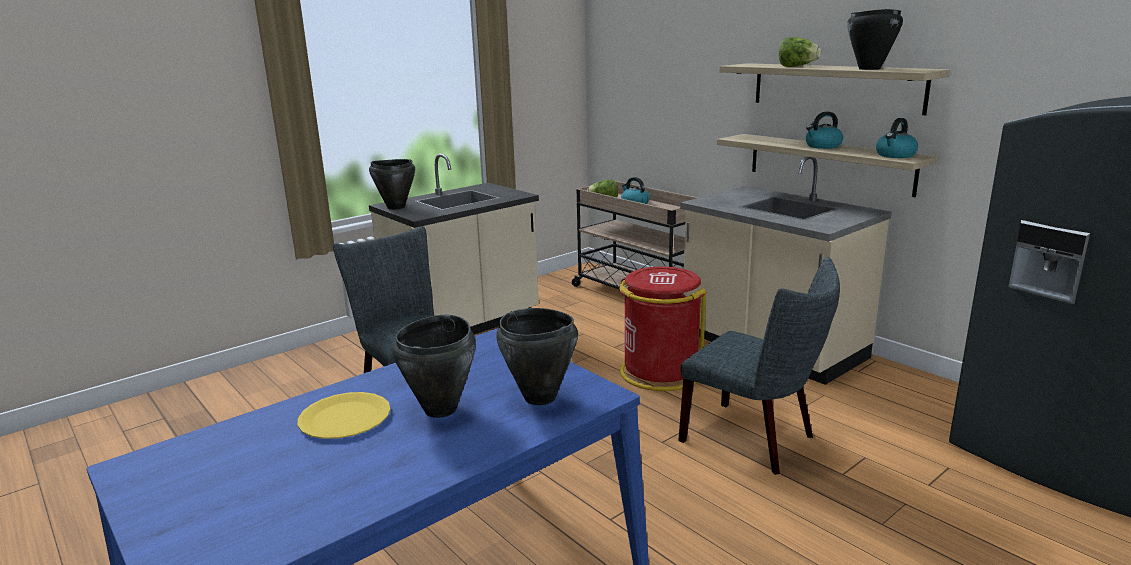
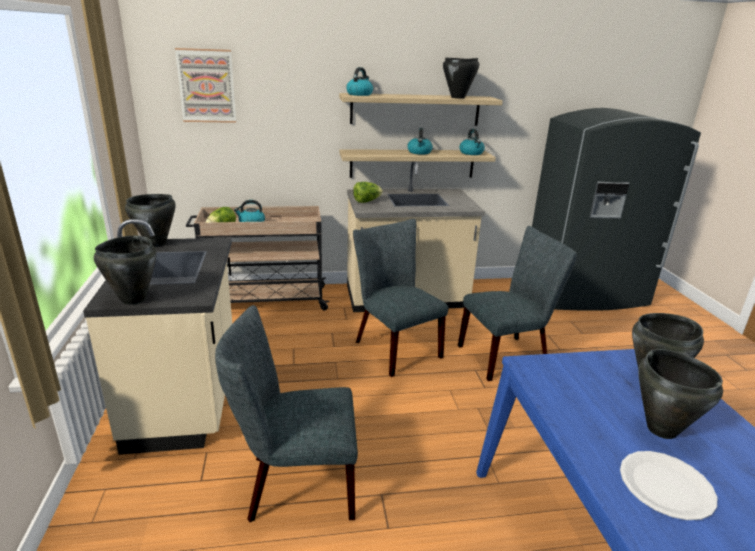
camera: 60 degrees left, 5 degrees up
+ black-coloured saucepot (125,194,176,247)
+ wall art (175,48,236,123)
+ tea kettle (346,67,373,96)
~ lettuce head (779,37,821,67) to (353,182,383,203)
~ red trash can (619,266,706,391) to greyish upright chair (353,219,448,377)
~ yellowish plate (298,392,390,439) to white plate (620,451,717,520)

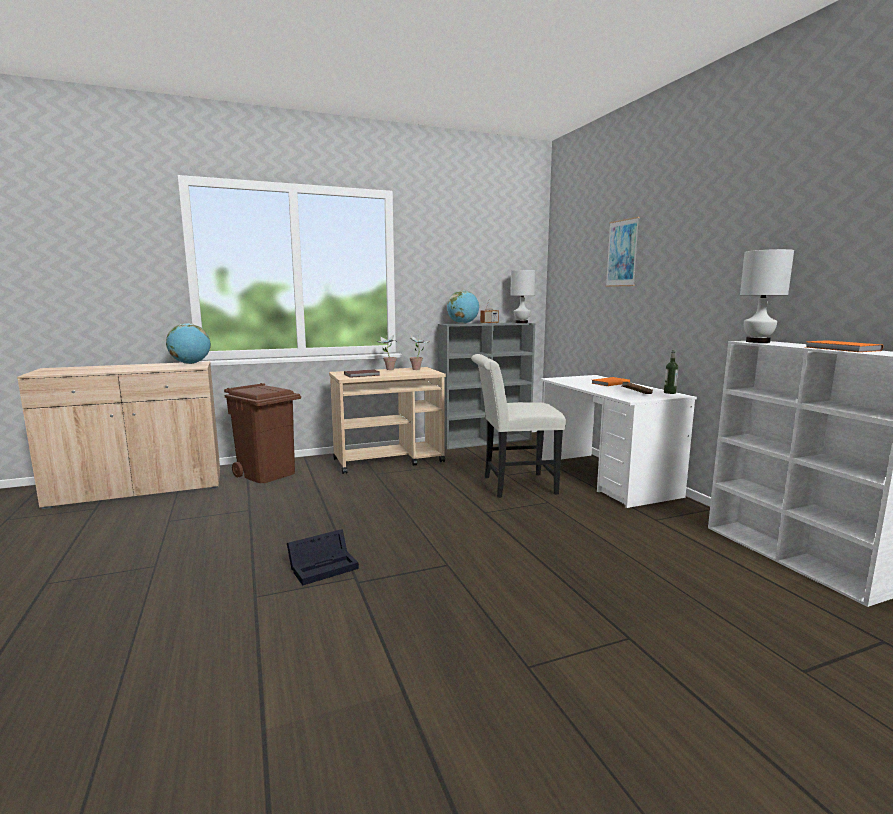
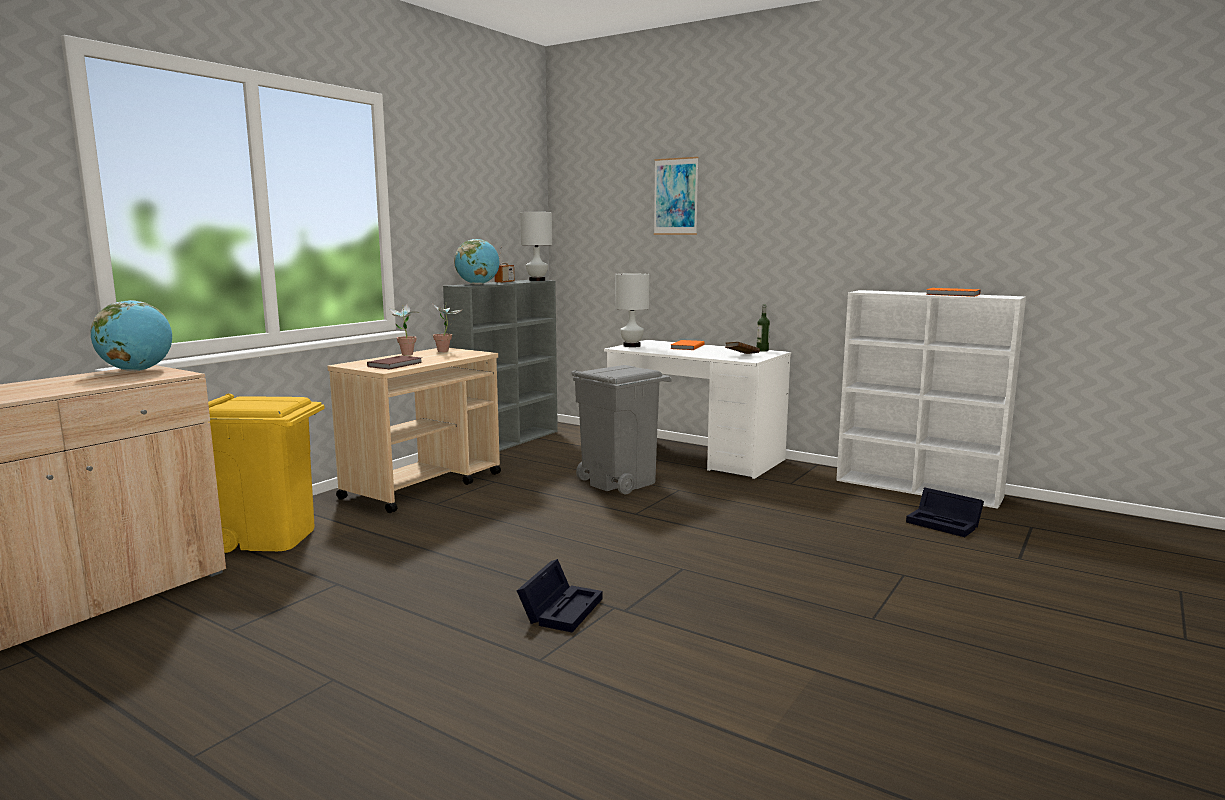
camera: 35 degrees left, 0 degrees up
+ black-coloured storage box (906,487,984,537)
~ white table lamp (740,249,794,343) to (615,273,650,347)
~ white upright chair (471,354,566,498) to greyish trash can (571,365,672,494)
~ brown trash can (224,383,301,483) to yellowish trash can (208,394,325,553)

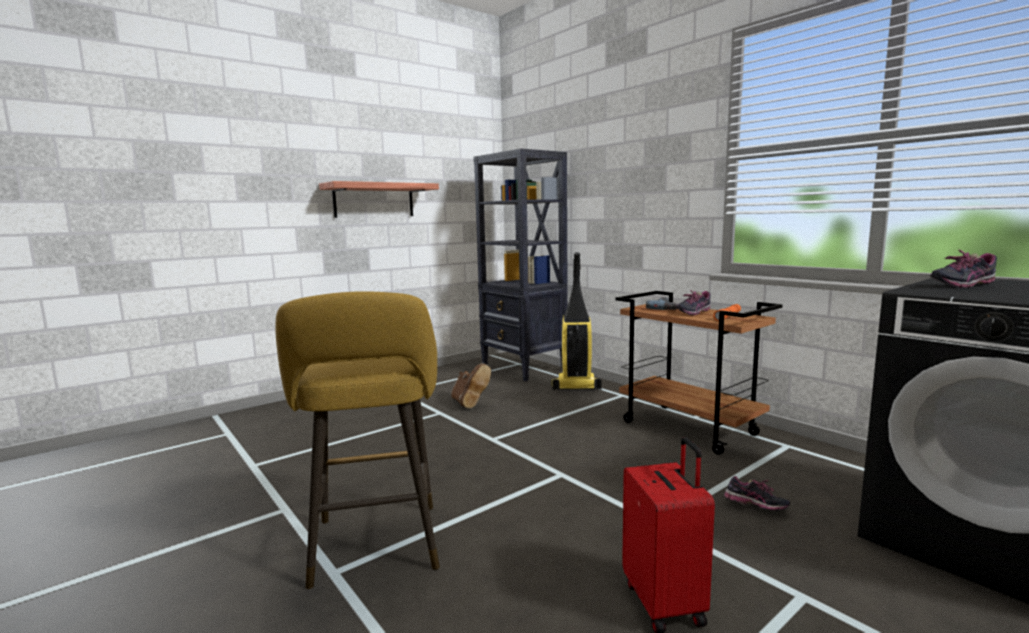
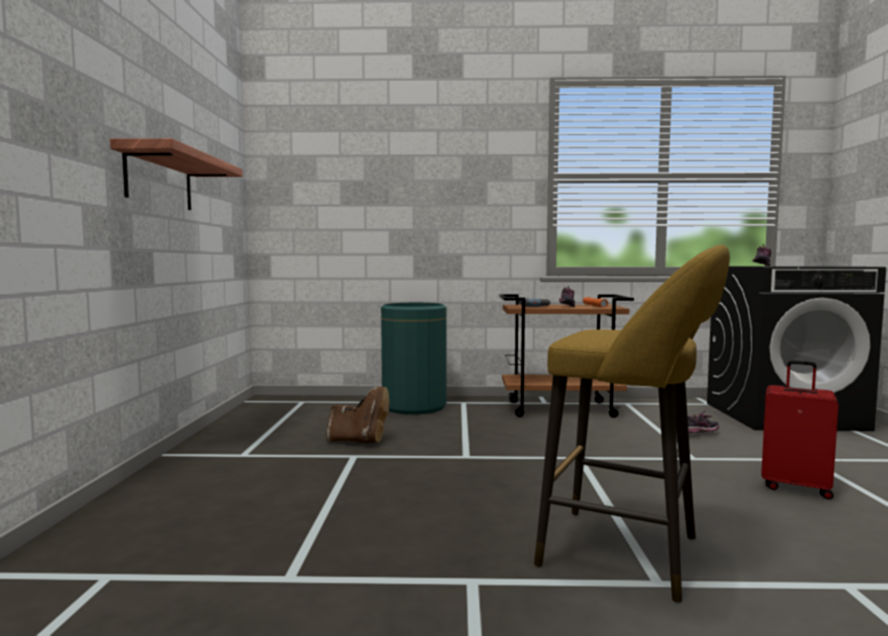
camera: 50 degrees left, 5 degrees down
- black-coloured bookshelf (473,148,568,381)
~ vacuum cleaner (551,252,602,390) to green trash can (381,303,447,414)

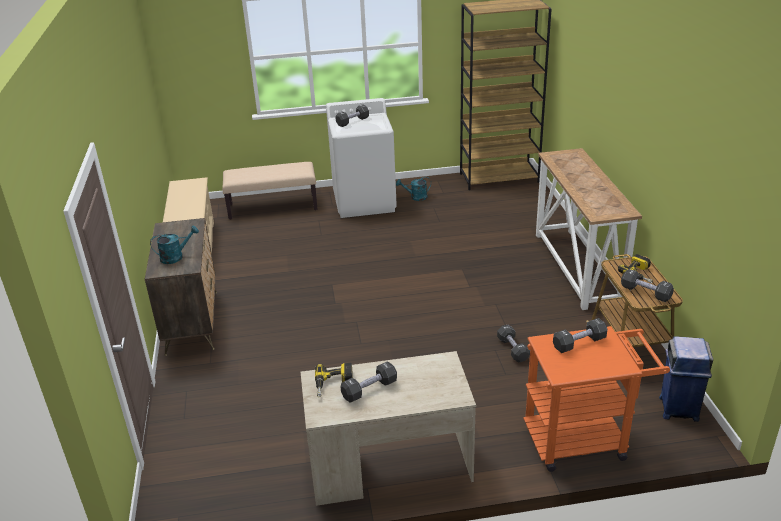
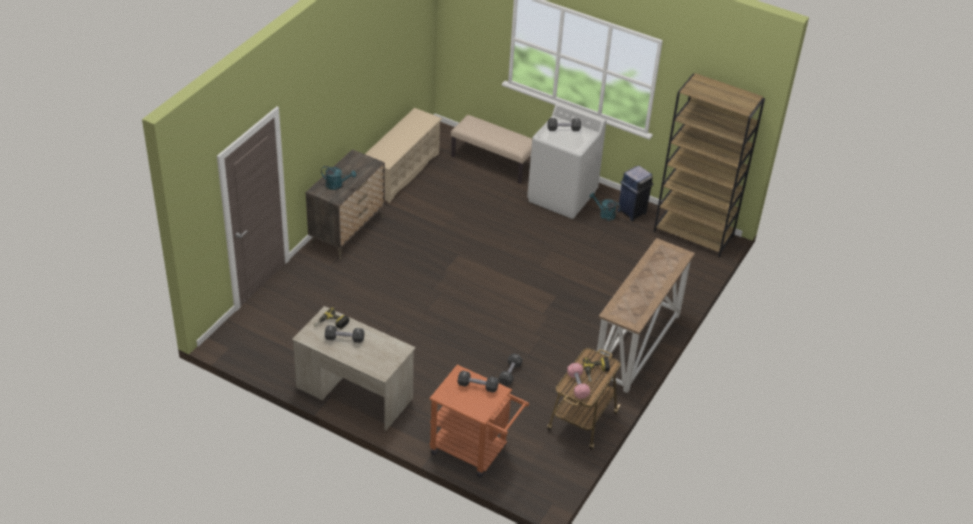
camera: 35 degrees right, 10 degrees up
~ blue-coloured trash can (659,336,713,422) to (617,166,653,221)
~ black-coloured free weight (621,269,674,302) to pinkish free weight (567,363,590,399)

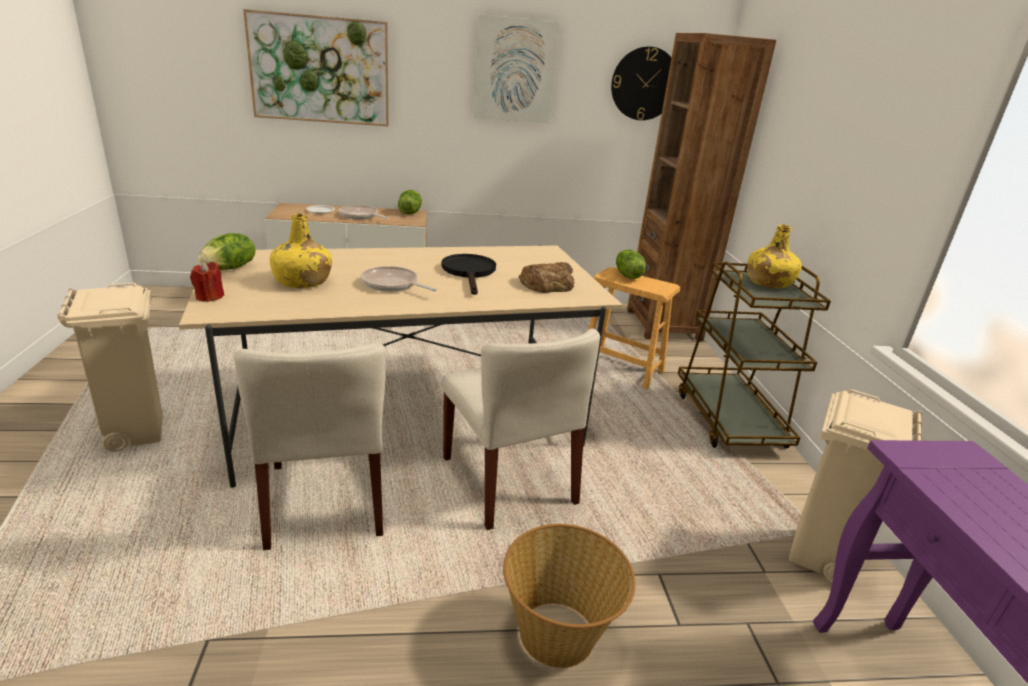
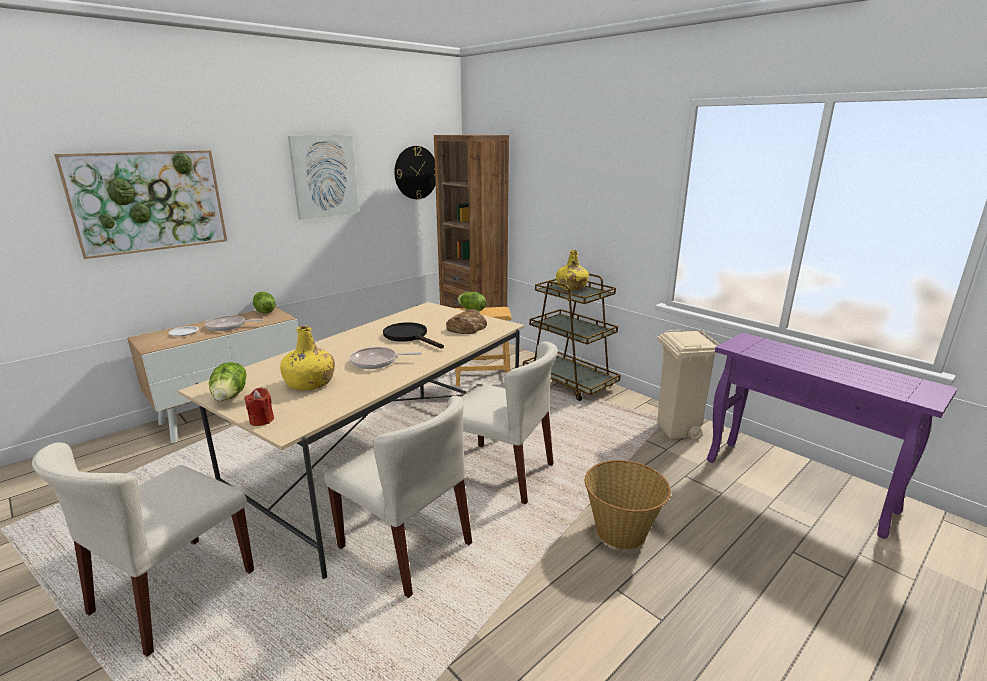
camera: 35 degrees left, 5 degrees down
~ beige-coloured trash can (57,283,163,452) to beige-coloured upright chair (32,443,254,657)

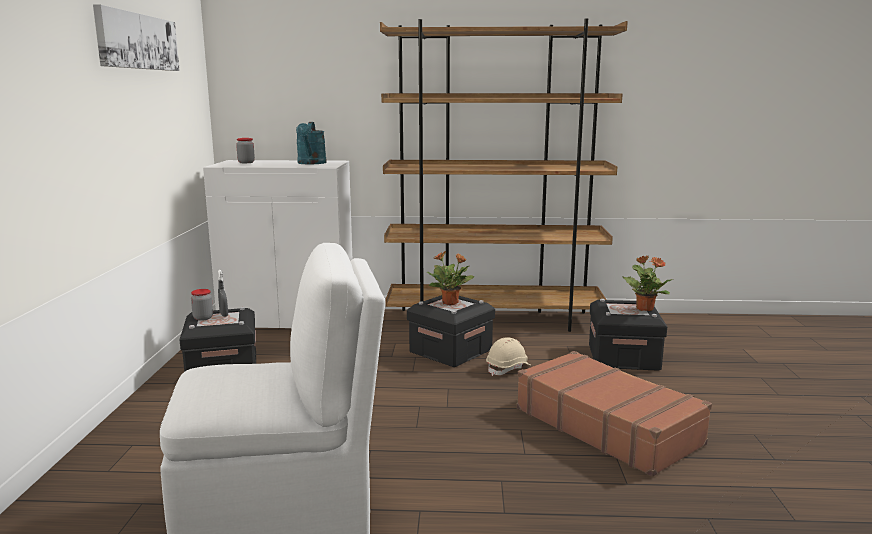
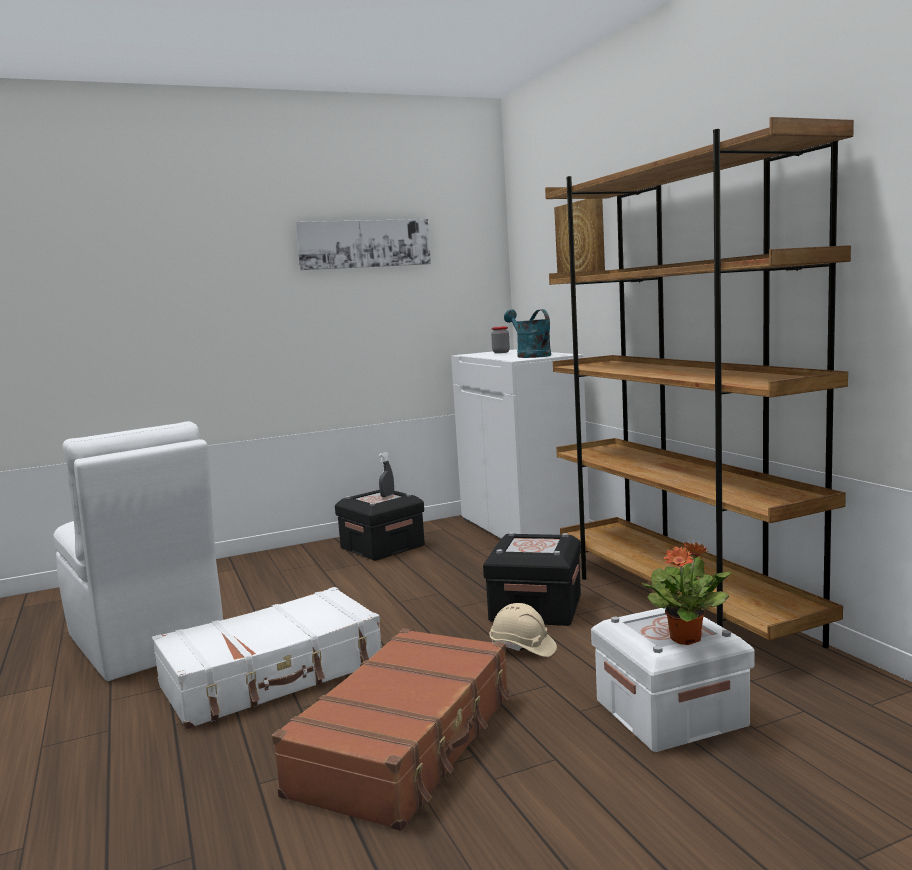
camera: 65 degrees right, 5 degrees down
- jar (191,289,213,321)
- plant in a pot (427,251,475,305)
+ white travel case (152,587,382,729)
+ wall art (554,198,605,273)
~ black-coloured storage box (589,299,667,371) to white storage box (591,608,754,752)
~ turquoise-coloured sprinkling can (296,122,327,164) = (504,309,551,358) 90 degrees clockwise

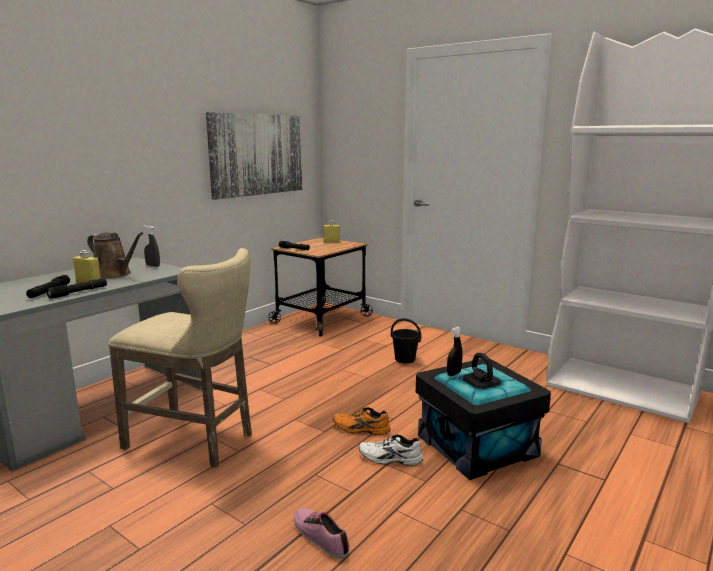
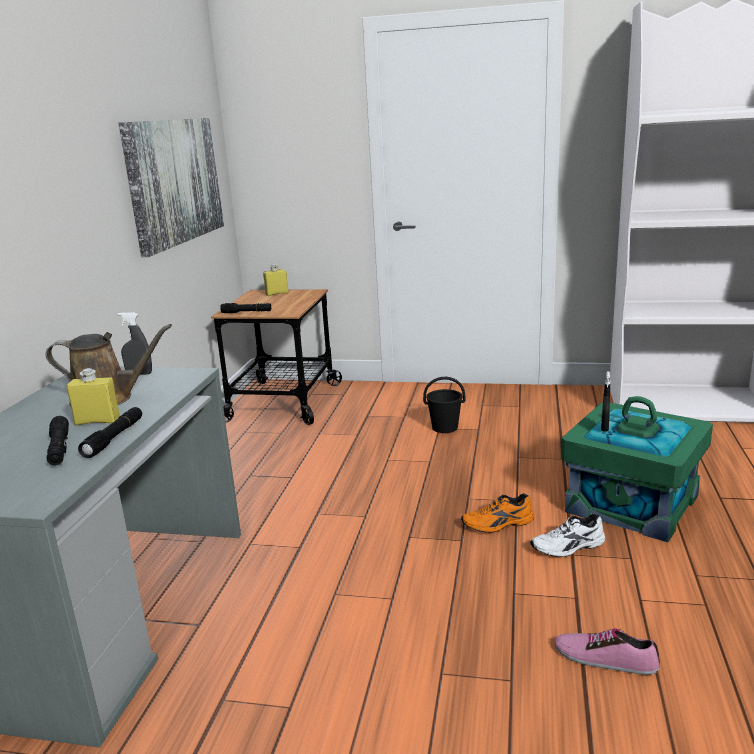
camera: 25 degrees left, 5 degrees up
- beige-coloured stool seat (108,248,252,468)
~ black-coloured storage box (416,353,551,480) to green storage box (561,396,713,542)

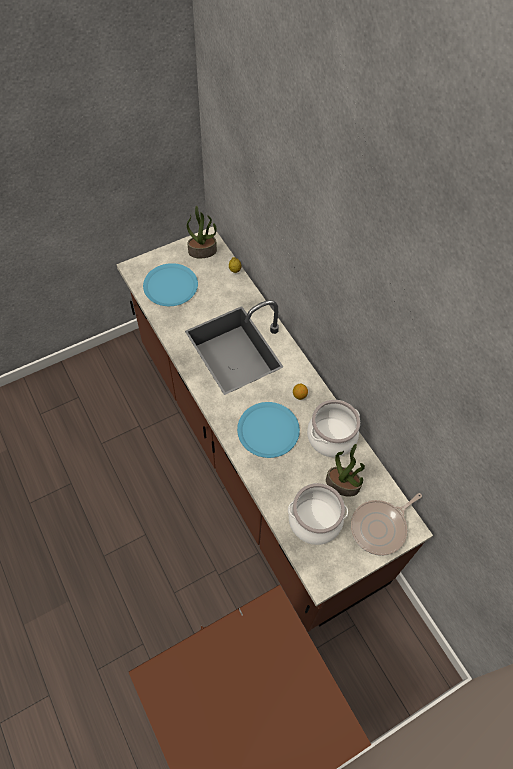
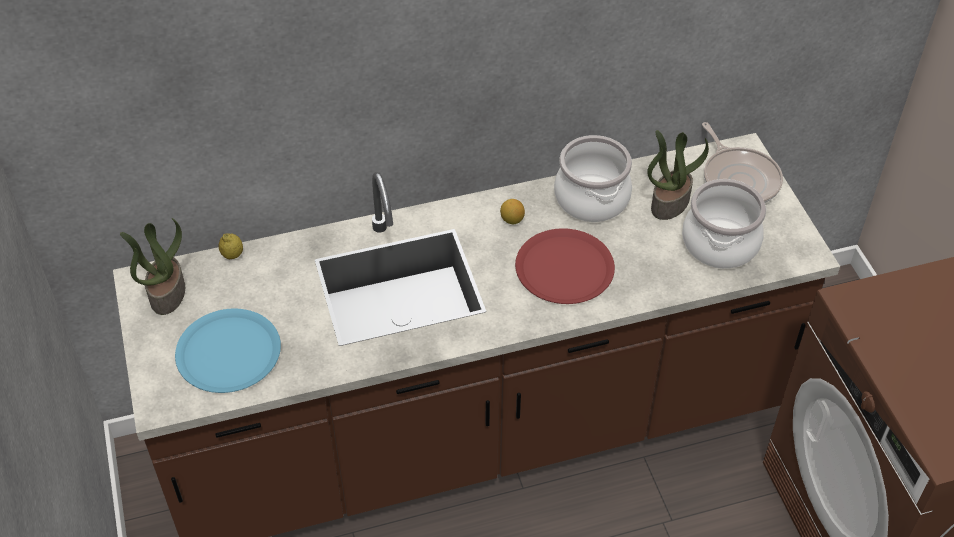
camera: 75 degrees left, 10 degrees down
~ blue-coloured plate (237,402,300,458) to red plate (515,228,615,304)

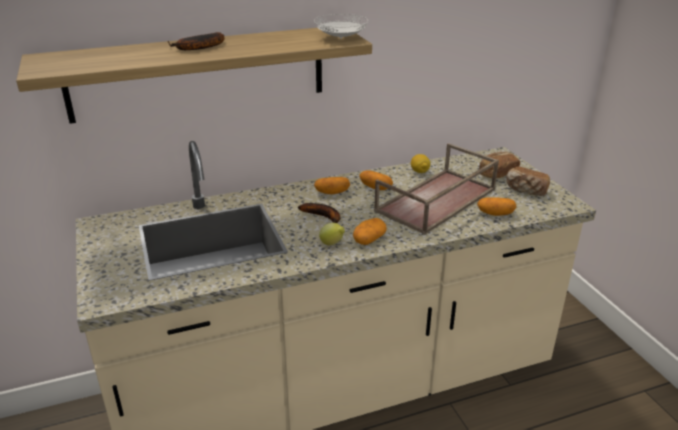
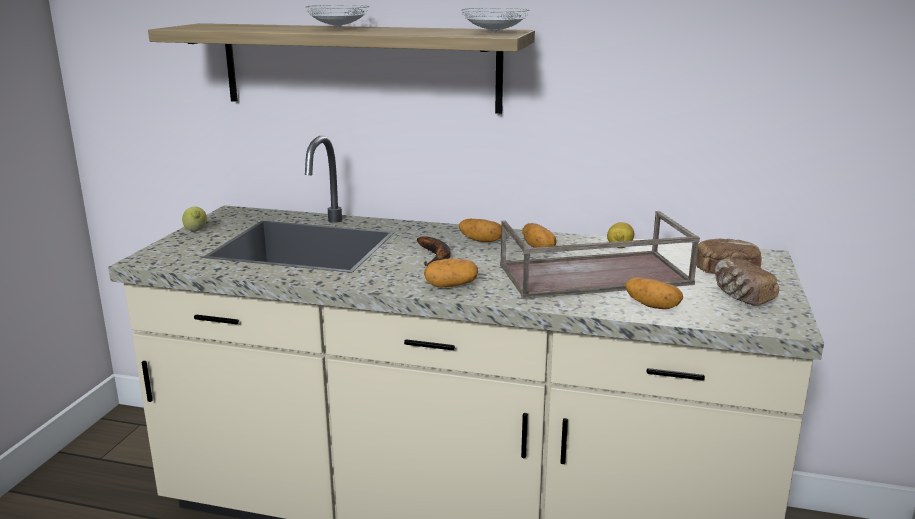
camera: 35 degrees right, 10 degrees down
~ lemon (319,223,345,245) to (182,207,207,231)
~ whole banana (168,32,225,50) to white plate (305,5,369,29)

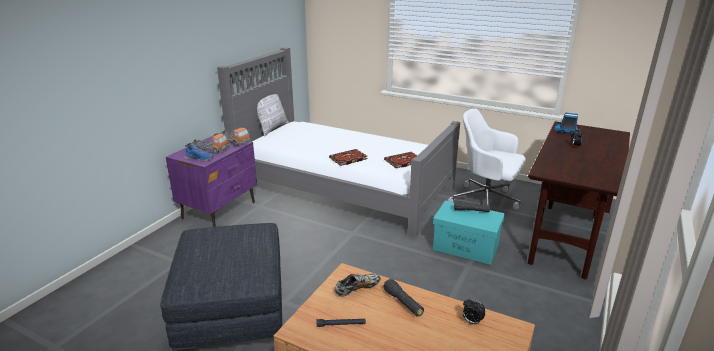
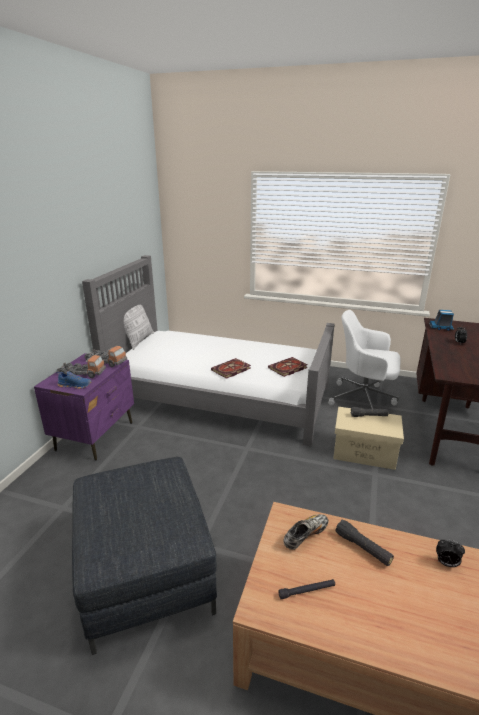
camera: 10 degrees left, 0 degrees up
~ turquoise-coloured storage box (433,201,505,265) to beige-coloured storage box (333,407,404,470)

